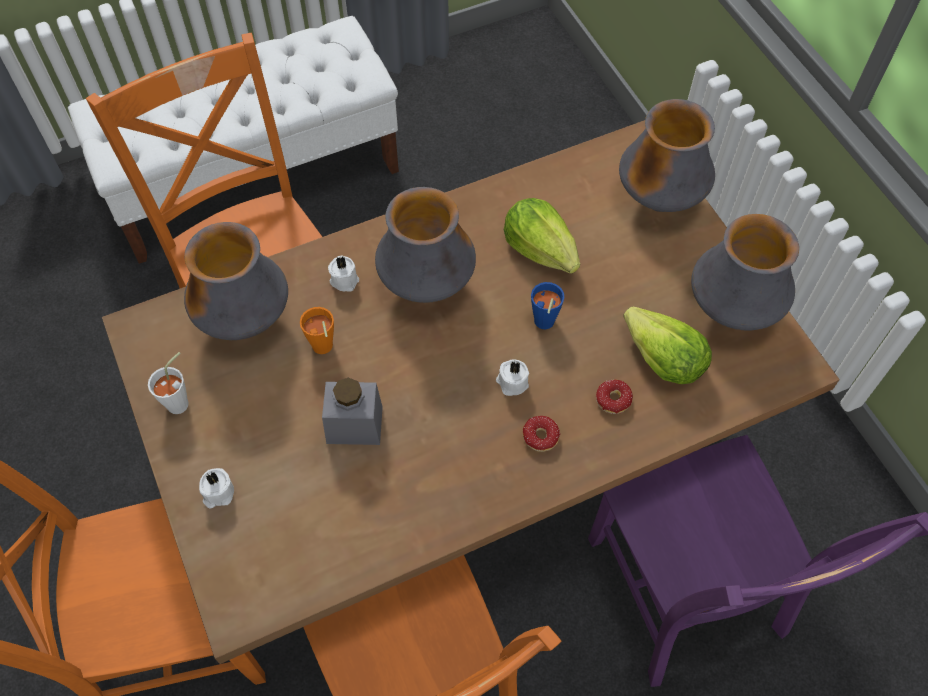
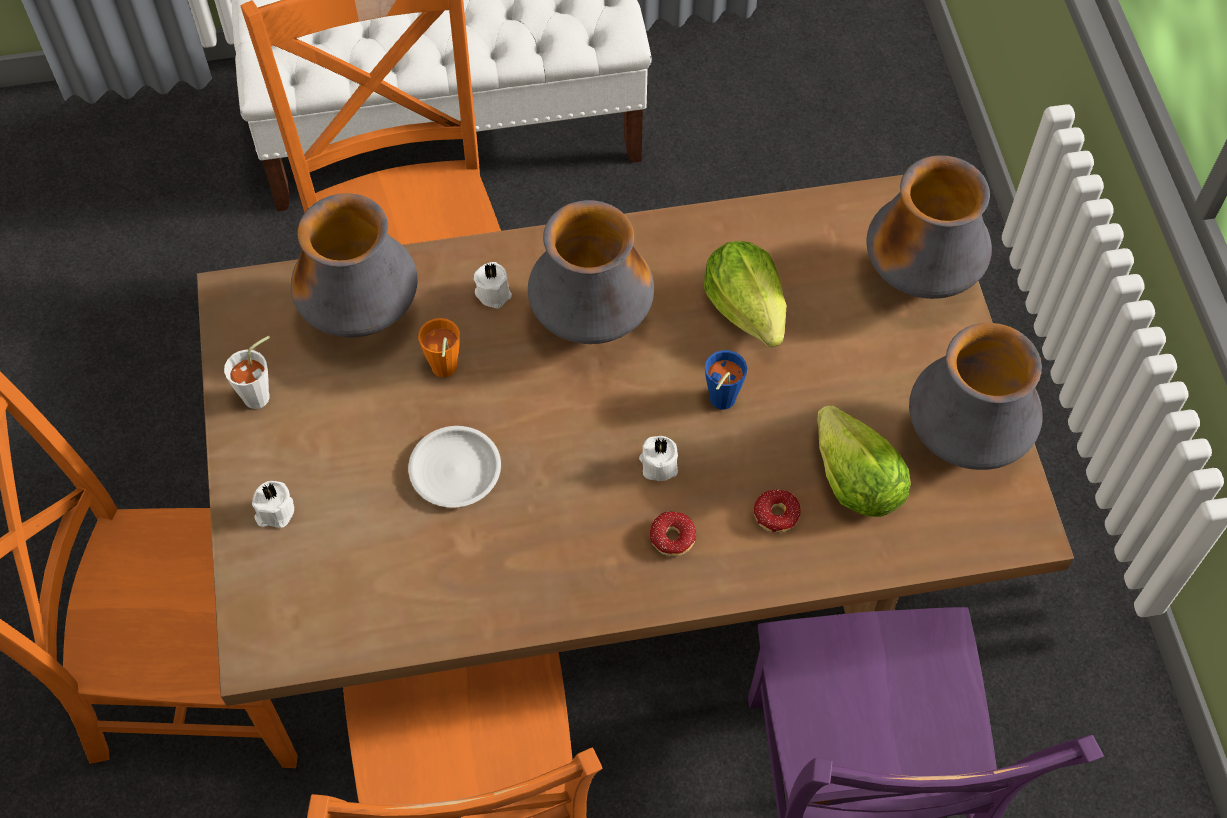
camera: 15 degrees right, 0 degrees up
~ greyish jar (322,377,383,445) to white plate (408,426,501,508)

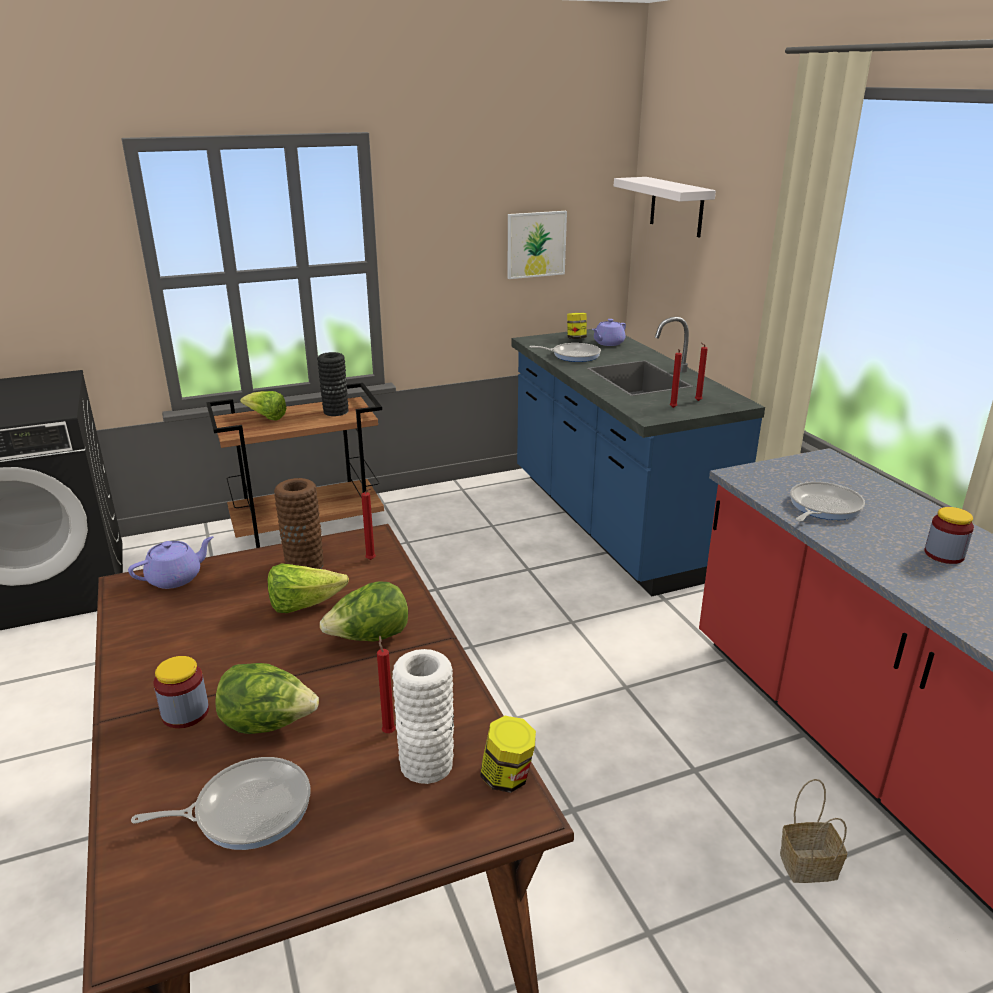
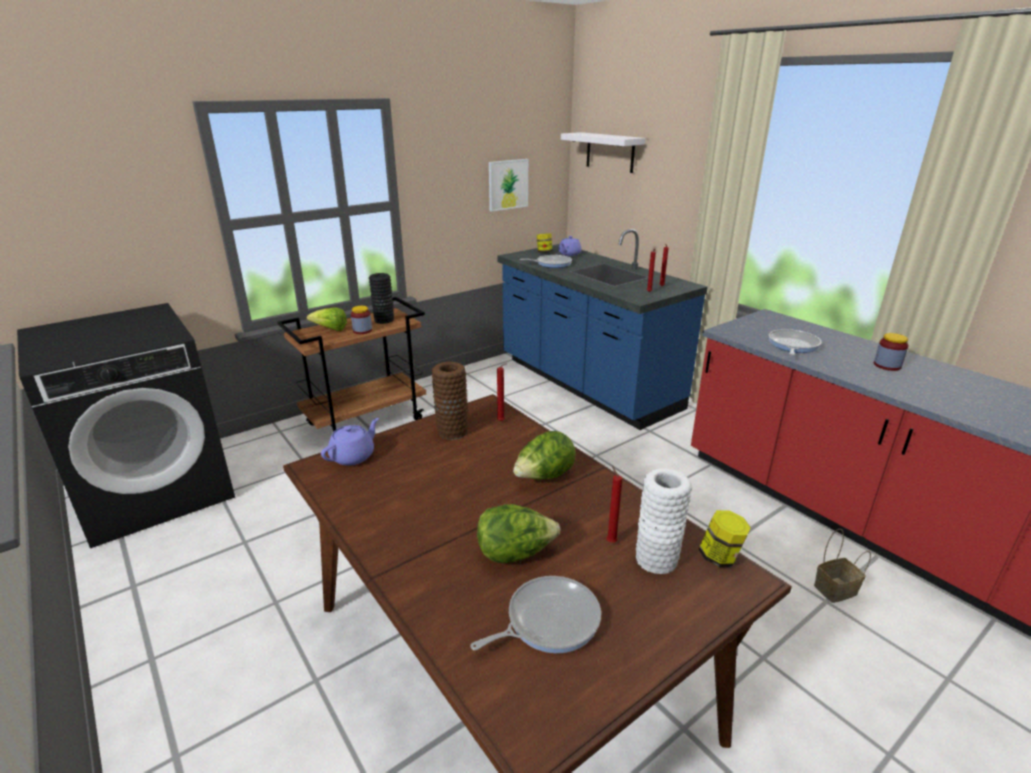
camera: 15 degrees left, 0 degrees up
- lettuce head (268,563,349,613)
~ jar (154,656,209,728) to (351,306,372,334)

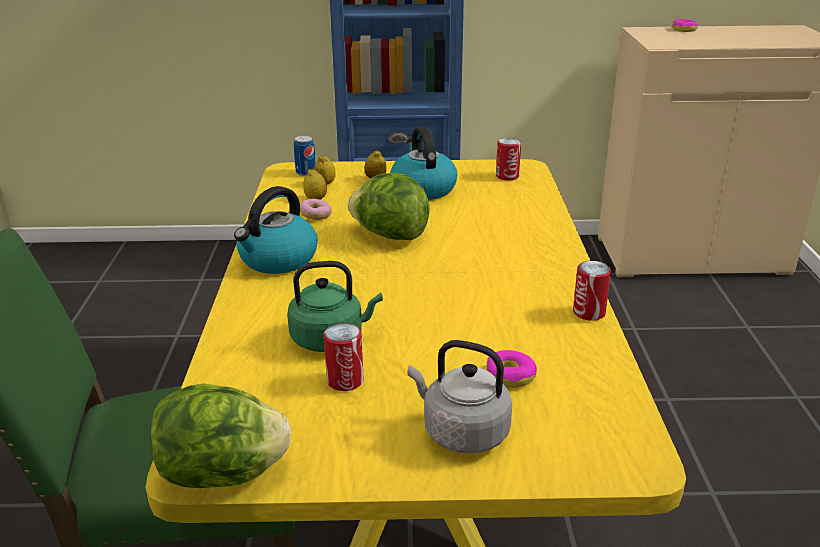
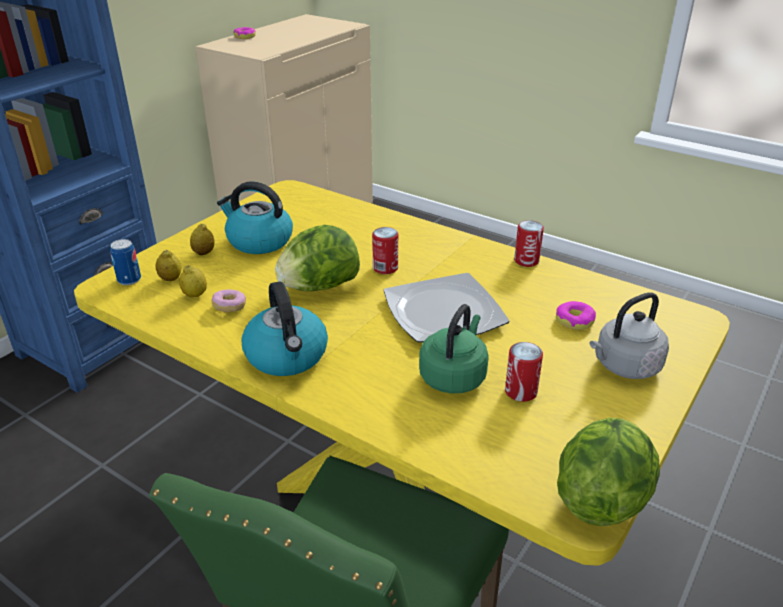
camera: 55 degrees left, 5 degrees up
+ plate (384,273,509,343)
~ sealed can (496,138,521,181) to (372,227,398,274)

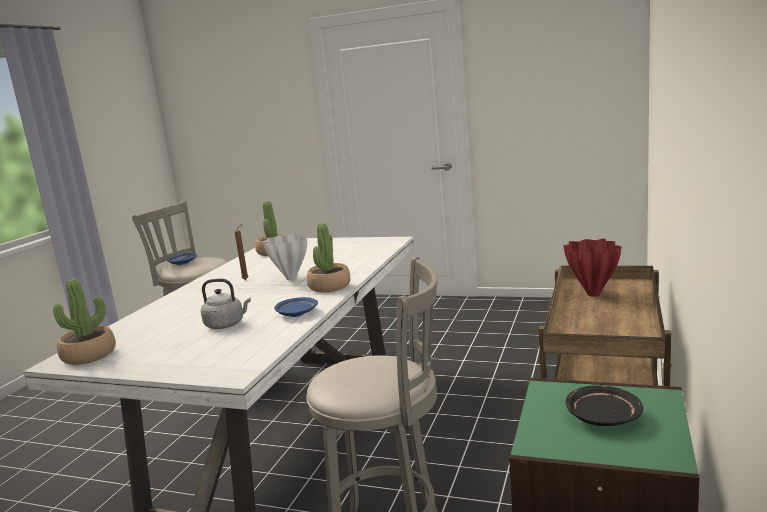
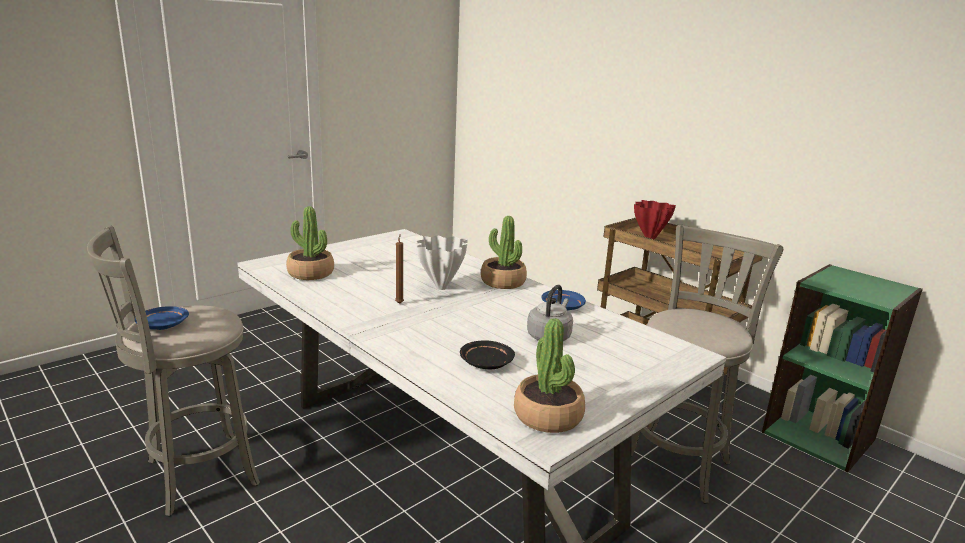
camera: 65 degrees left, 5 degrees up
~ black-coloured plate (566,385,643,426) to (460,340,515,369)

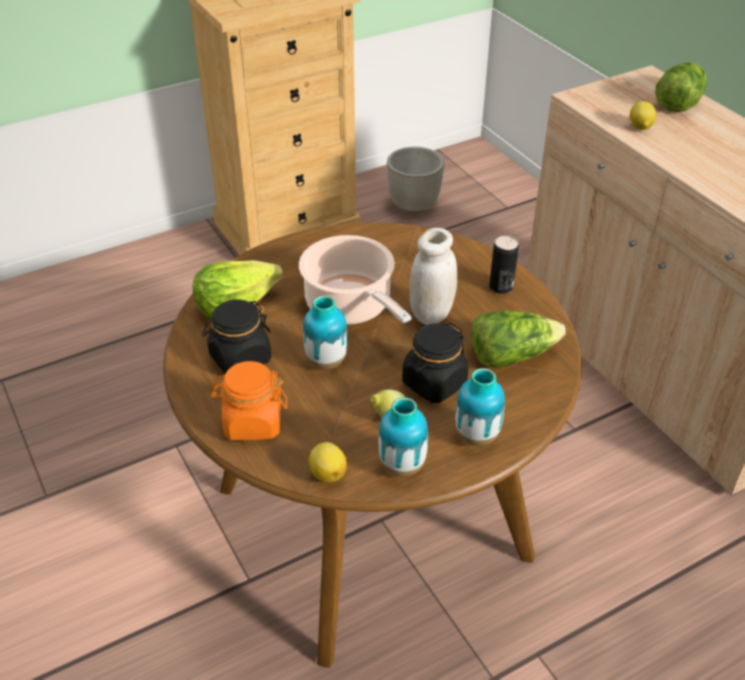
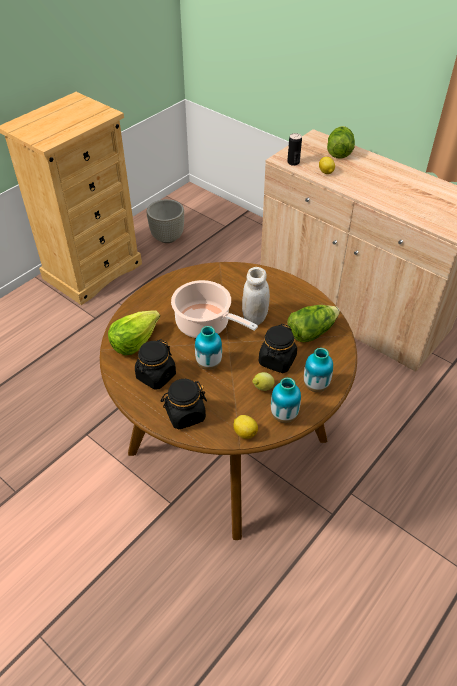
camera: 20 degrees left, 5 degrees up
~ sealed can (489,236,519,294) to (287,133,302,166)
~ orange jar (211,361,287,440) to black-coloured jar (161,379,207,429)

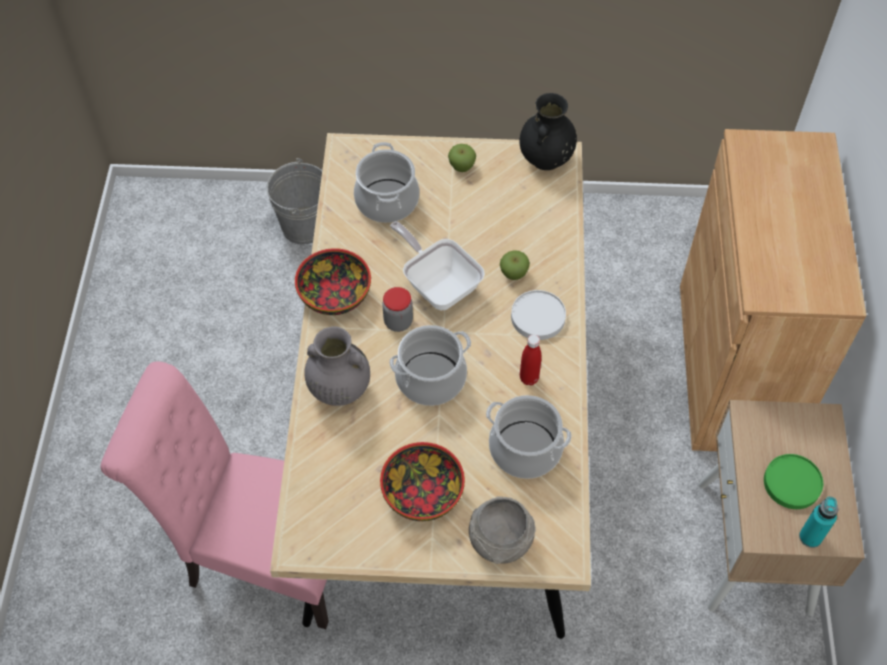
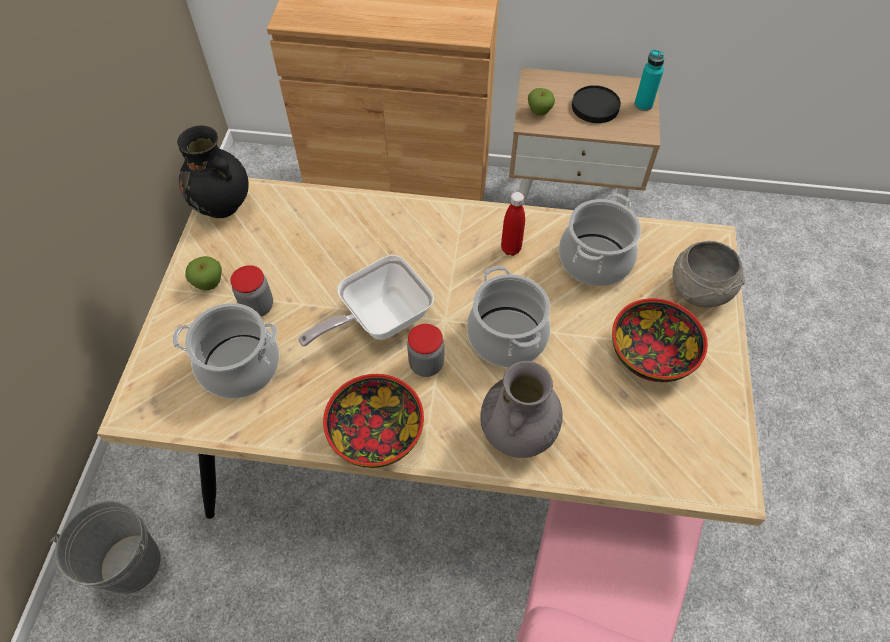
camera: 85 degrees left, 0 degrees up
- white plate (511,290,566,340)
+ jar (230,265,273,316)
~ apple fruit (500,250,530,280) to (528,88,555,115)
~ green plate (764,454,823,509) to black-coloured plate (572,85,621,123)

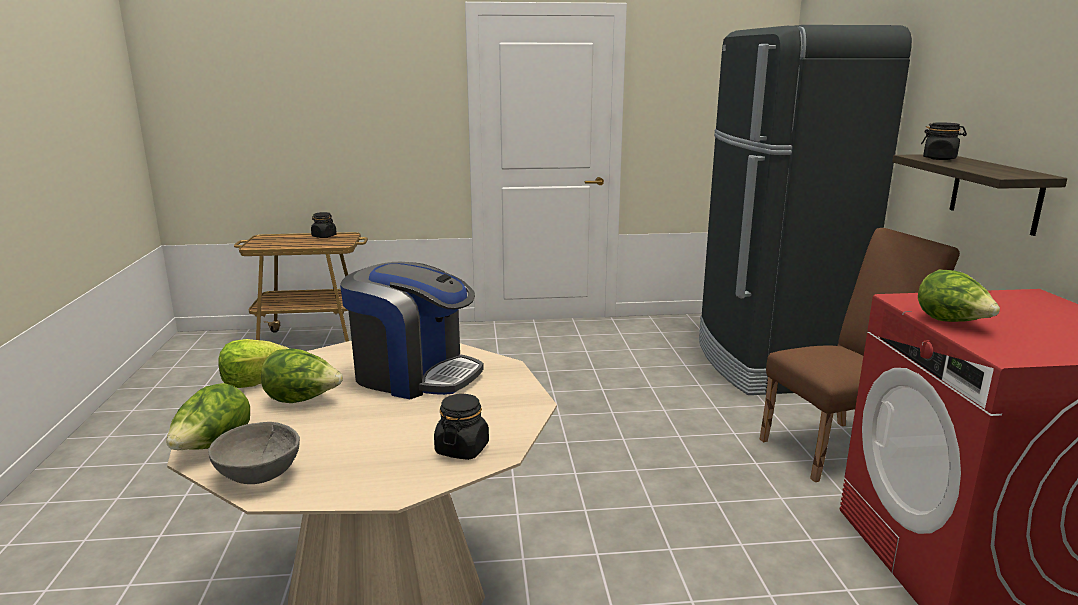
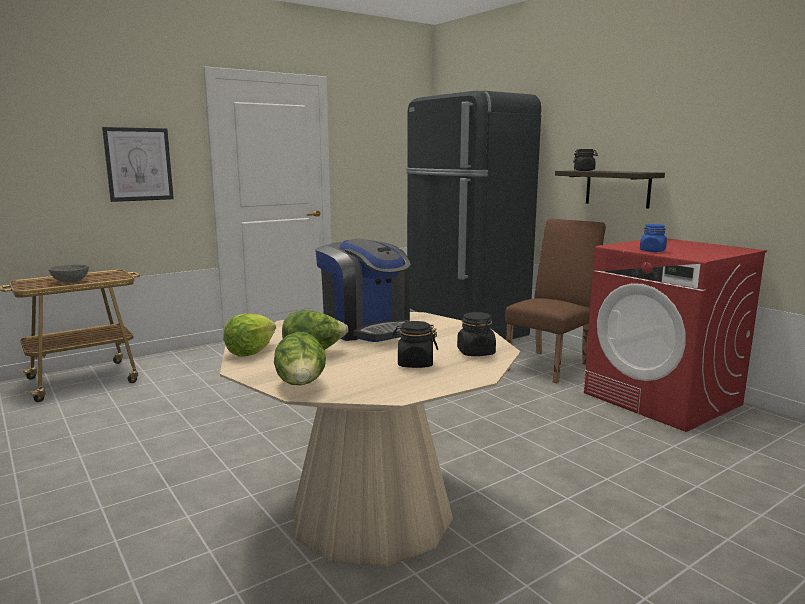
camera: 30 degrees left, 5 degrees down
+ wall art (102,127,174,202)
~ greyish deep dish (208,422,300,484) to (49,264,89,283)
~ black-coloured jar (311,212,337,238) to (392,321,438,368)
~ lettuce head (918,270,1000,322) to blue-coloured jar (640,224,667,252)
~ coffee maker (340,262,484,400) = (315,238,411,342) 60 degrees clockwise

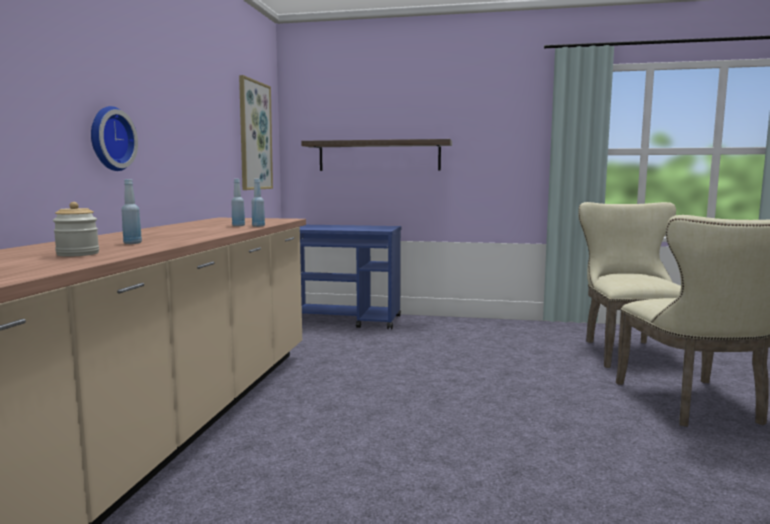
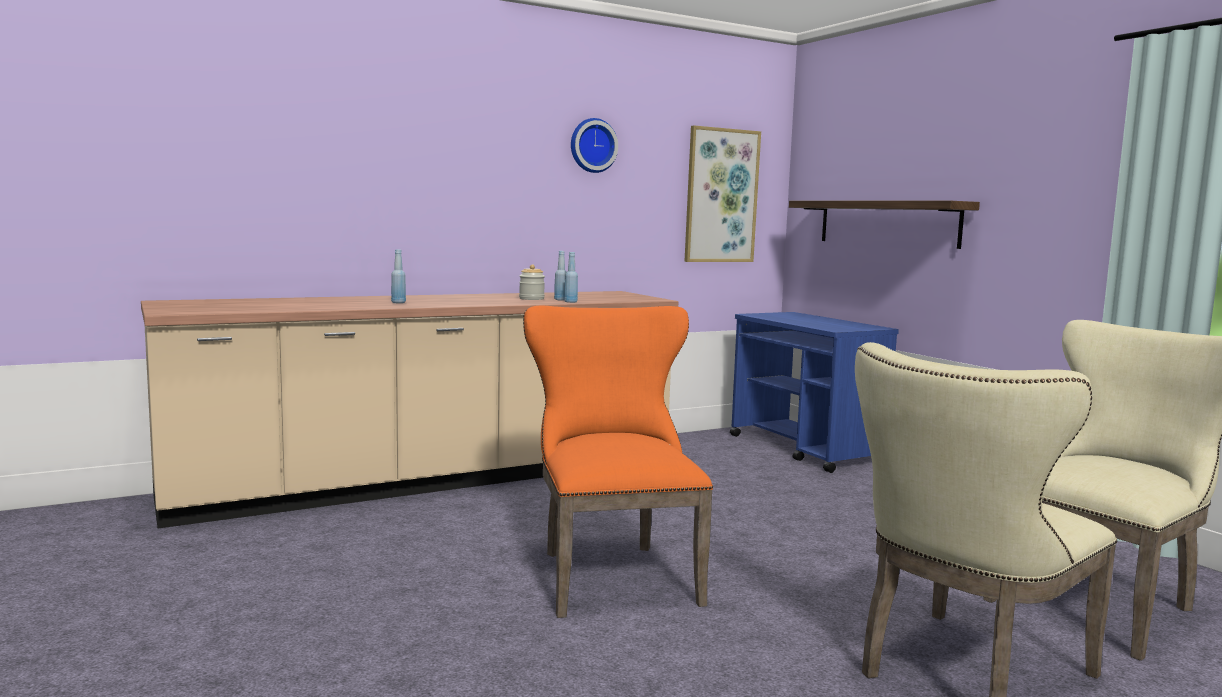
camera: 50 degrees right, 0 degrees up
+ orange upright chair (523,306,713,618)
~ jar (53,202,99,257) to (519,264,545,300)
~ clock on the wall (91,106,138,171) to (571,118,618,173)

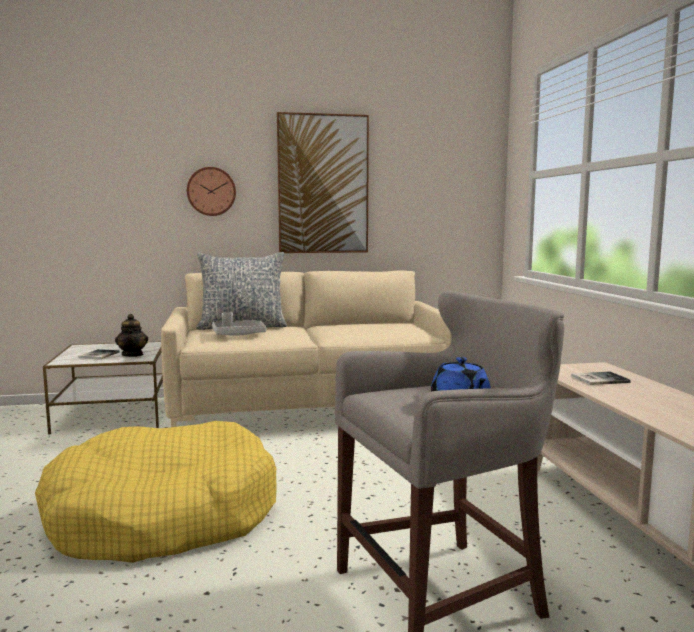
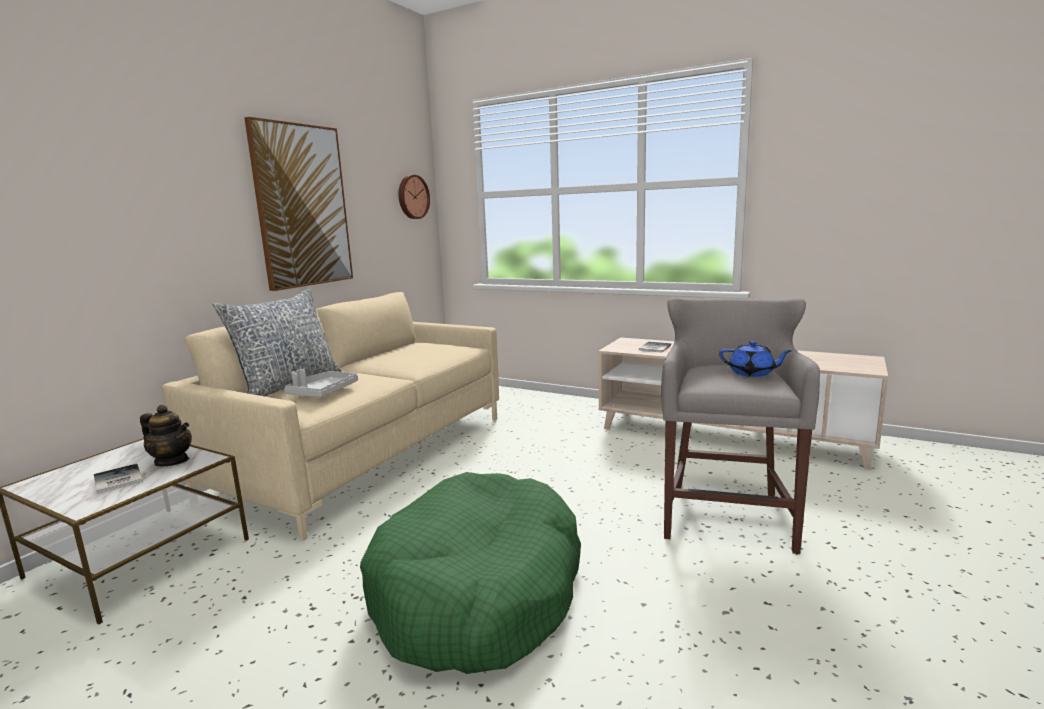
camera: 50 degrees left, 5 degrees up
~ clock on the wall (187,167,236,216) to (398,175,430,219)
~ yellowish pet bed (35,421,277,563) to green pet bed (360,472,581,674)

